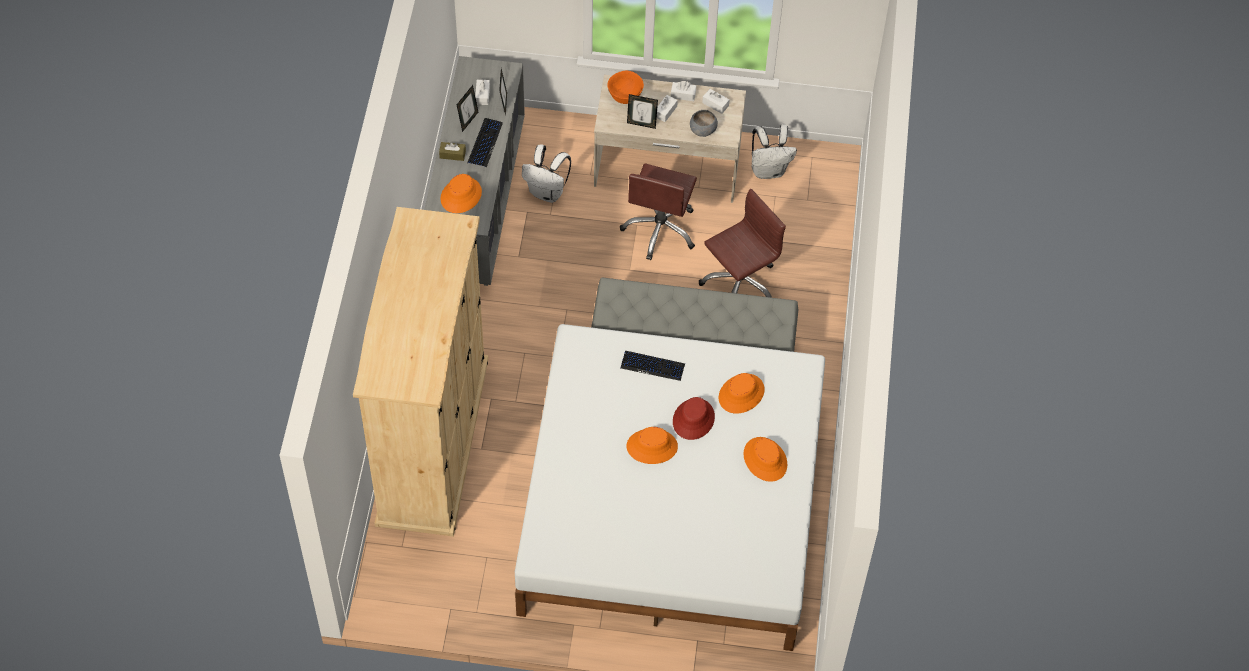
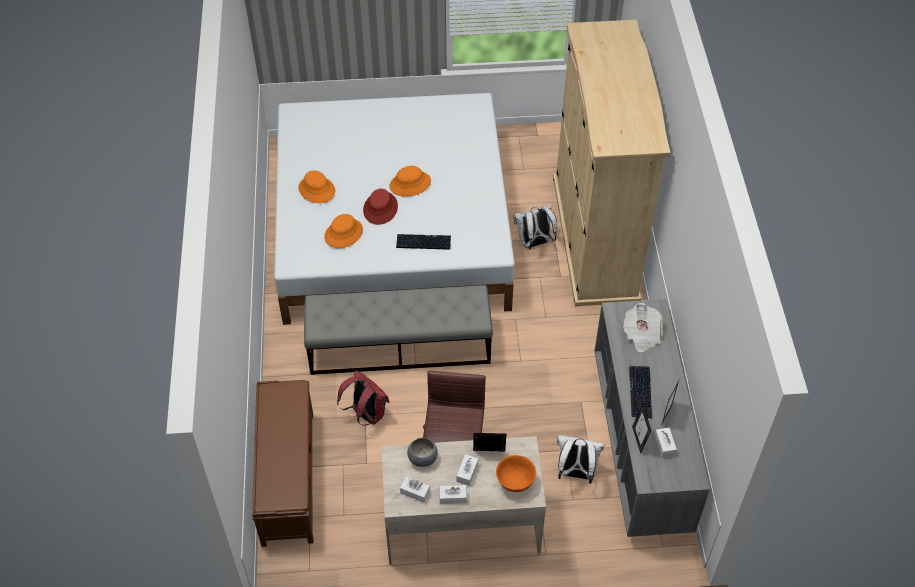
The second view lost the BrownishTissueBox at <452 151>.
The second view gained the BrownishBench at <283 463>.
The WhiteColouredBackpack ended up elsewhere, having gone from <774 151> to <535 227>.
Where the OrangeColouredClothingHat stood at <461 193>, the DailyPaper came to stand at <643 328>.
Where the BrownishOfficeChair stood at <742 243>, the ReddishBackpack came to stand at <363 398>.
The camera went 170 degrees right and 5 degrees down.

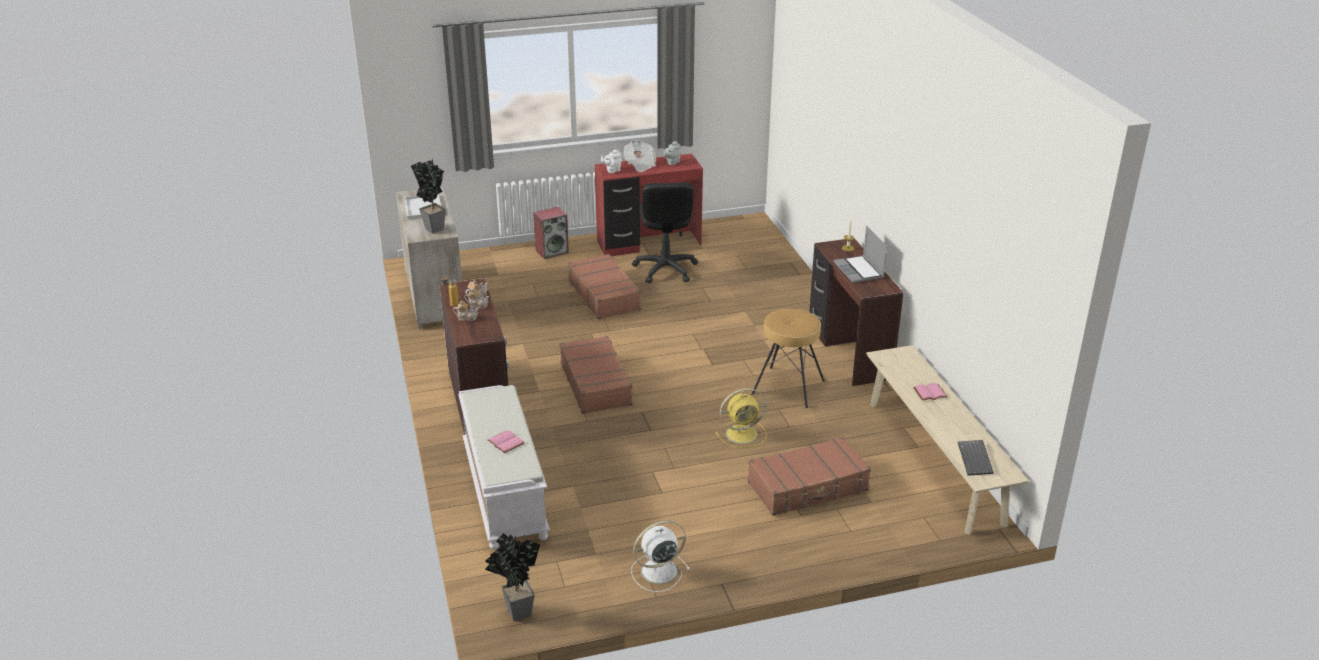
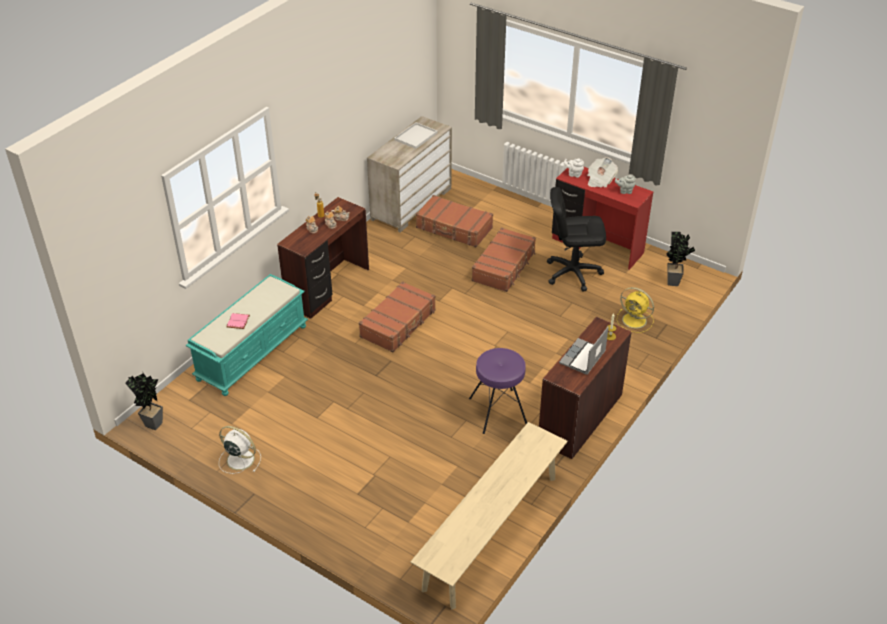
The second view lost the AudioSpeaker at <551 233>.
The second view lost the PinkishBook at <930 392>.
The second view lost the Keyboard at <976 458>.
The PottedPlant ended up elsewhere, having gone from <428 196> to <680 259>.
The YellowColouredElectricFan ended up elsewhere, having gone from <741 418> to <635 310>.
The BrownishTravelCase ended up elsewhere, having gone from <809 476> to <454 221>.
What was the WhiteColouredBench at <504 467> turned into the TurquoiseColouredBench at <247 335>.
What was the BrownishSittingStool at <788 358> turned into the PurpleColouredSittingStool at <498 391>.
The BlackOfficeChair at <665 232> ended up facing another way, 45 degrees clockwise from before.
The camera went 50 degrees right and 10 degrees up.

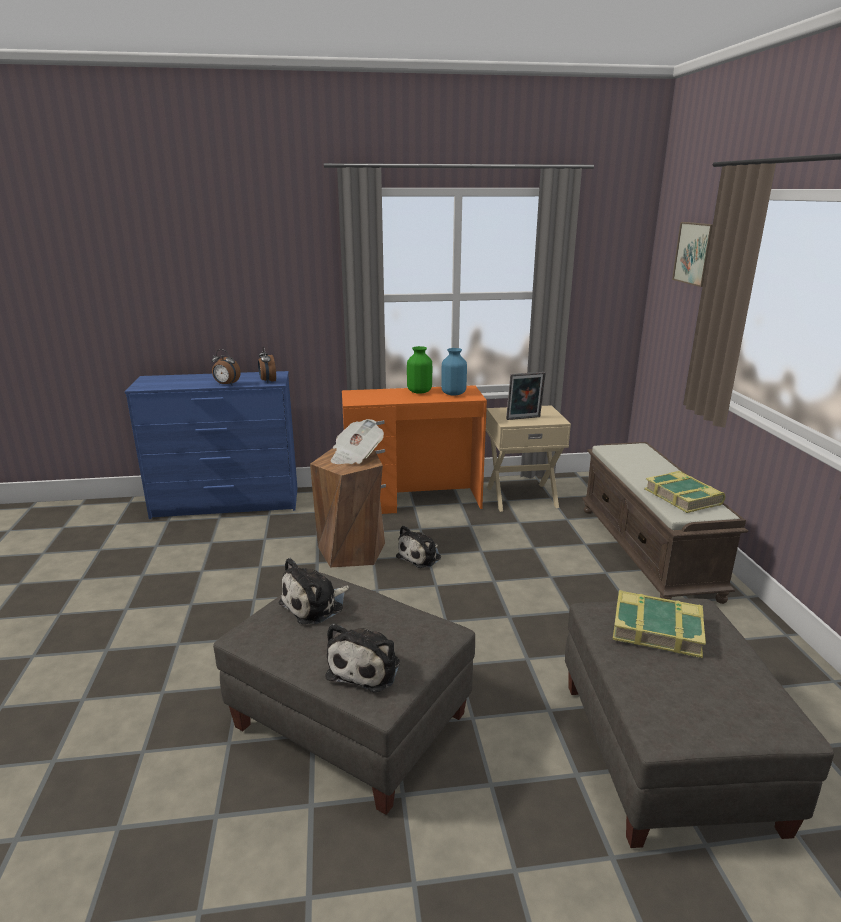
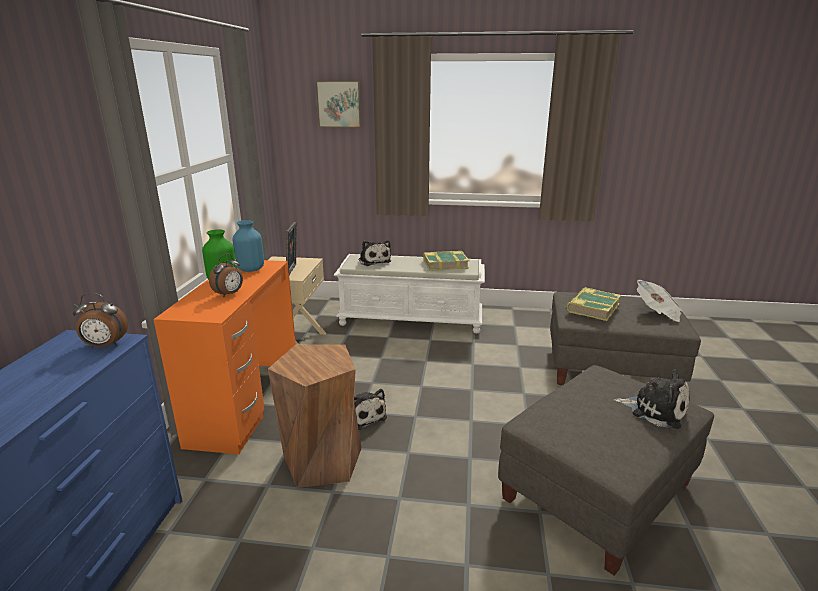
The TableClock ended up elsewhere, having gone from <226 367> to <226 275>.
The PlushToy ended up elsewhere, having gone from <314 591> to <374 253>.
The DailyPaper ended up elsewhere, having gone from <357 441> to <659 301>.
What was the BrownishBench at <665 523> turned into the WhiteColouredBench at <409 293>.
The camera went 75 degrees left and 0 degrees up.

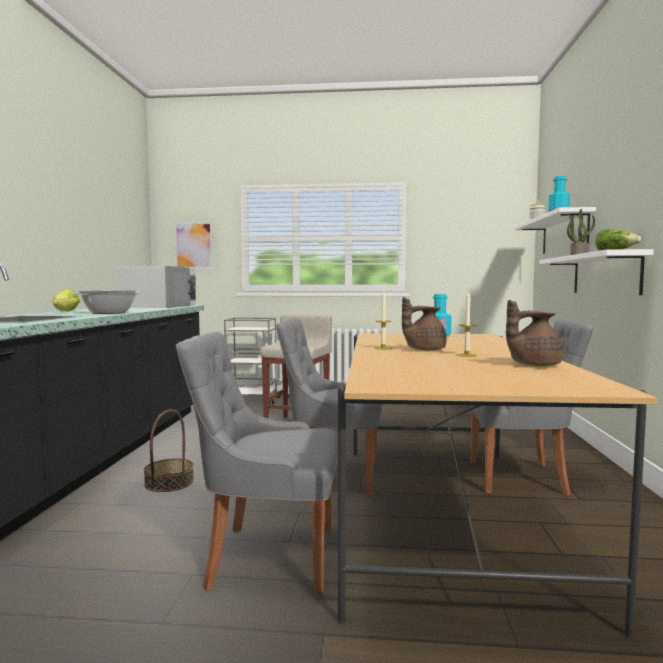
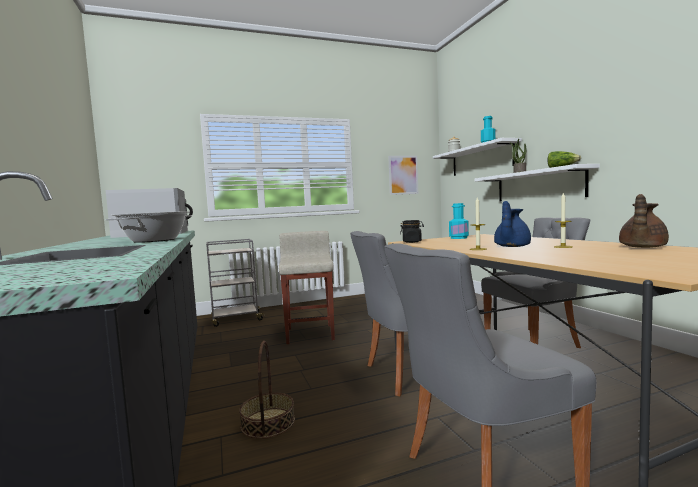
The second view lost the LettuceHead at <66 300>.
The second view gained the BlackStorageJar at <412 231>.
The WallArt ended up elsewhere, having gone from <193 245> to <403 175>.
What was the BrownishPotForTea at <424 323> turned into the BlueColouredPotForTea at <512 224>.
The camera went 25 degrees left and 0 degrees up.

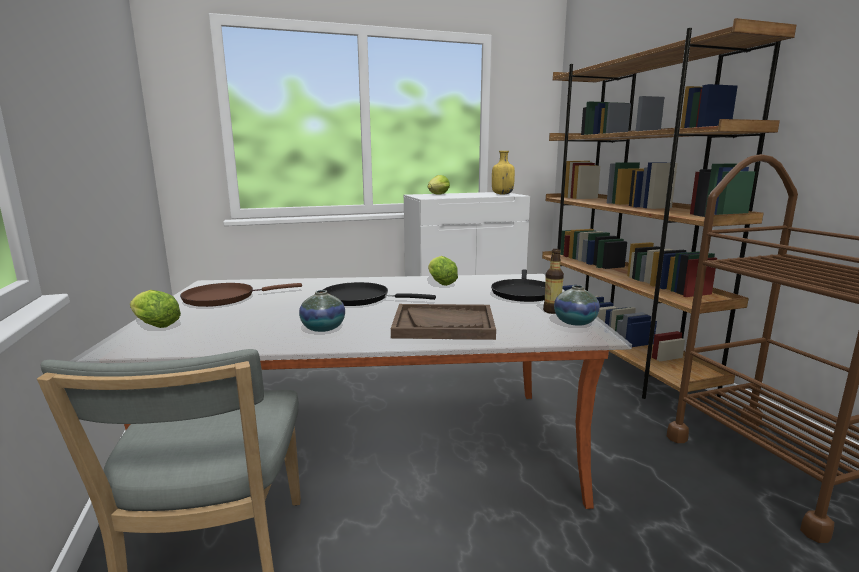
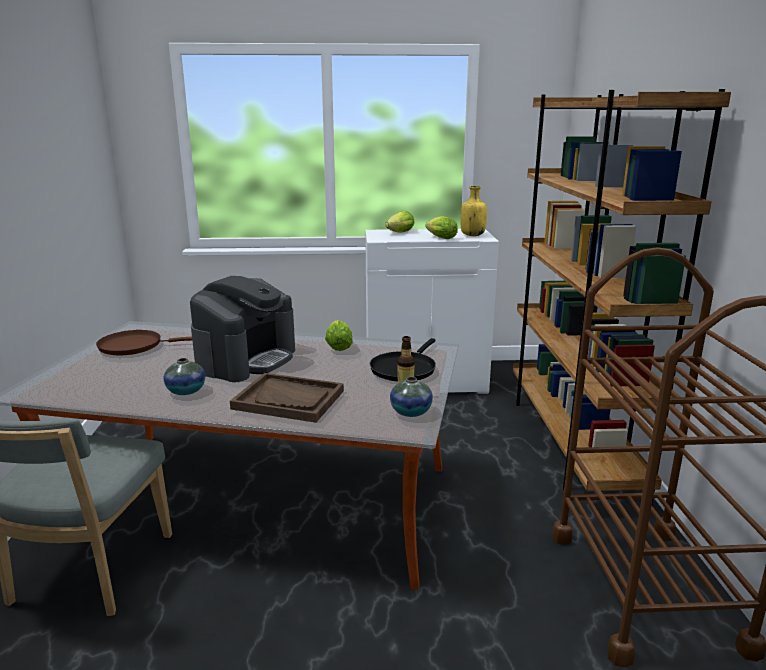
The LettuceHead ended up elsewhere, having gone from <155 309> to <441 227>.
Where the BlackSkillet stood at <379 294>, the CoffeeBrewer came to stand at <242 329>.
The camera went 15 degrees right and 5 degrees up.

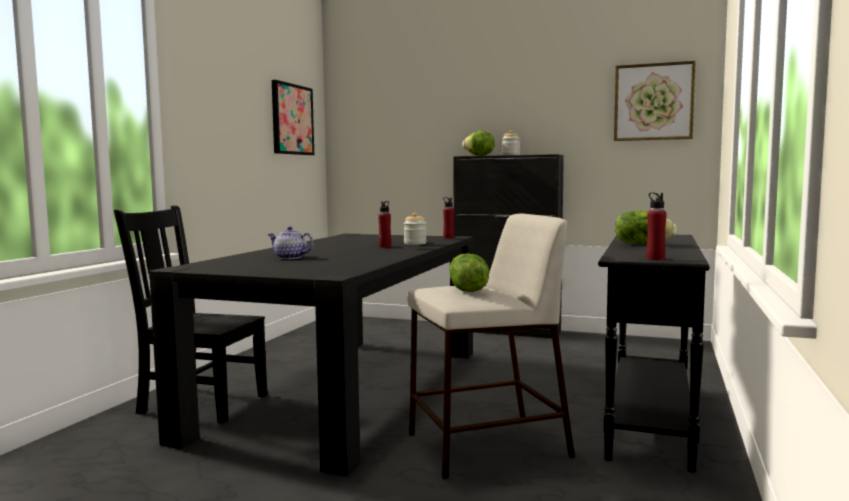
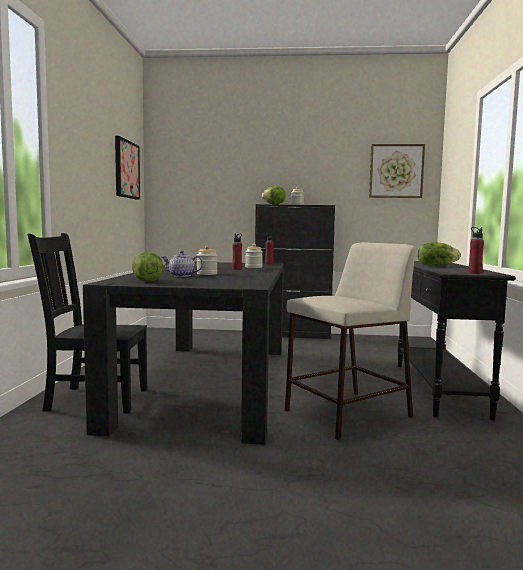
The second view gained the StorageJar at <207 260>.
The LettuceHead ended up elsewhere, having gone from <469 272> to <147 267>.
The camera went 15 degrees left and 0 degrees up.

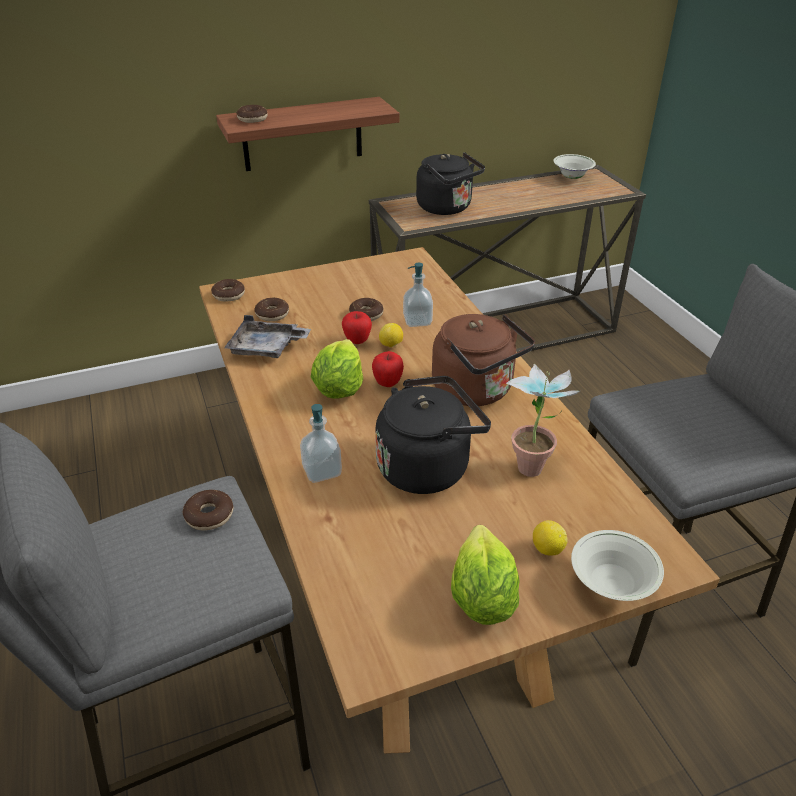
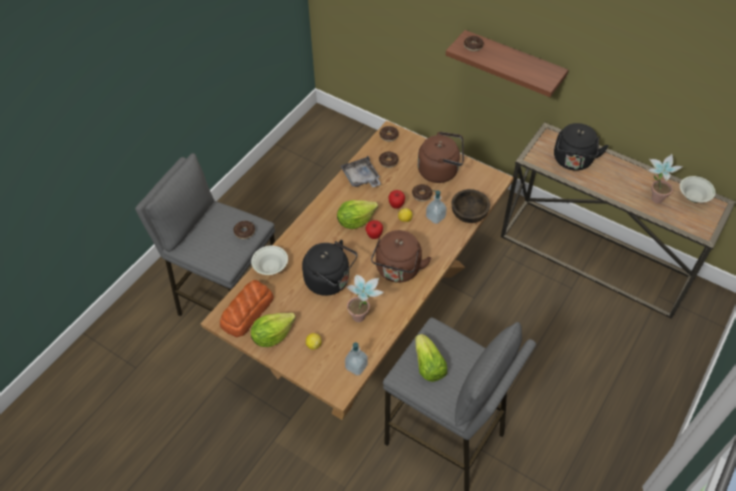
The second view gained the BakedBread at <247 308>.
The second view gained the LettuceHead at <431 358>.
The second view gained the BrownishTeaKettle at <441 157>.
The second view gained the BrownishDeepDish at <470 206>.
The second view gained the PottedPlant at <665 179>.
The SoapDispenser ended up elsewhere, having gone from <321 443> to <356 359>.
The WhiteColouredDeepDish ended up elsewhere, having gone from <617 565> to <269 260>.
The camera went 55 degrees right and 15 degrees up.

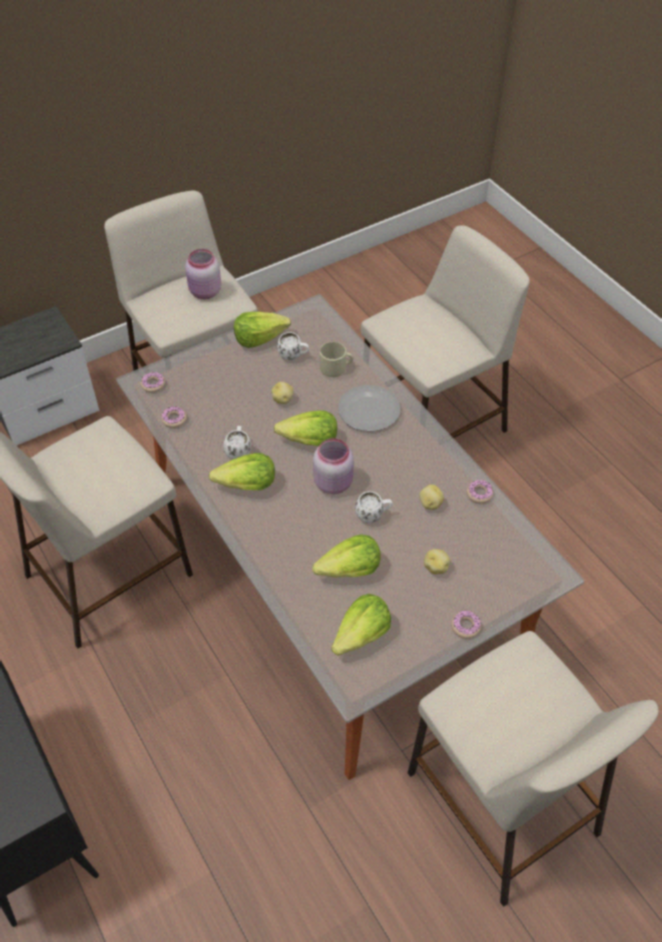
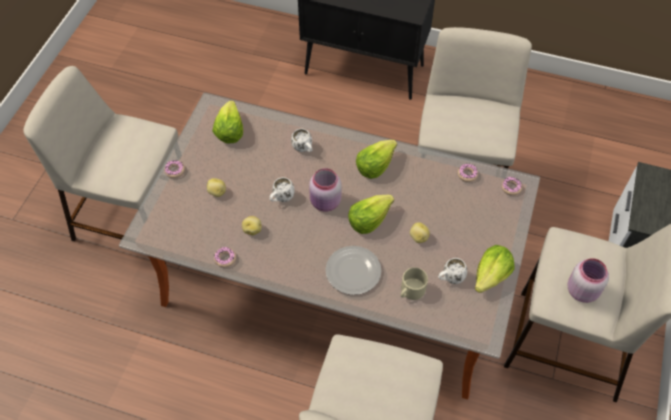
The second view lost the LettuceHead at <346 556>.
The WhiteColouredCoffeeMug ended up elsewhere, having gone from <237 443> to <302 140>.
The camera went 140 degrees right and 5 degrees up.

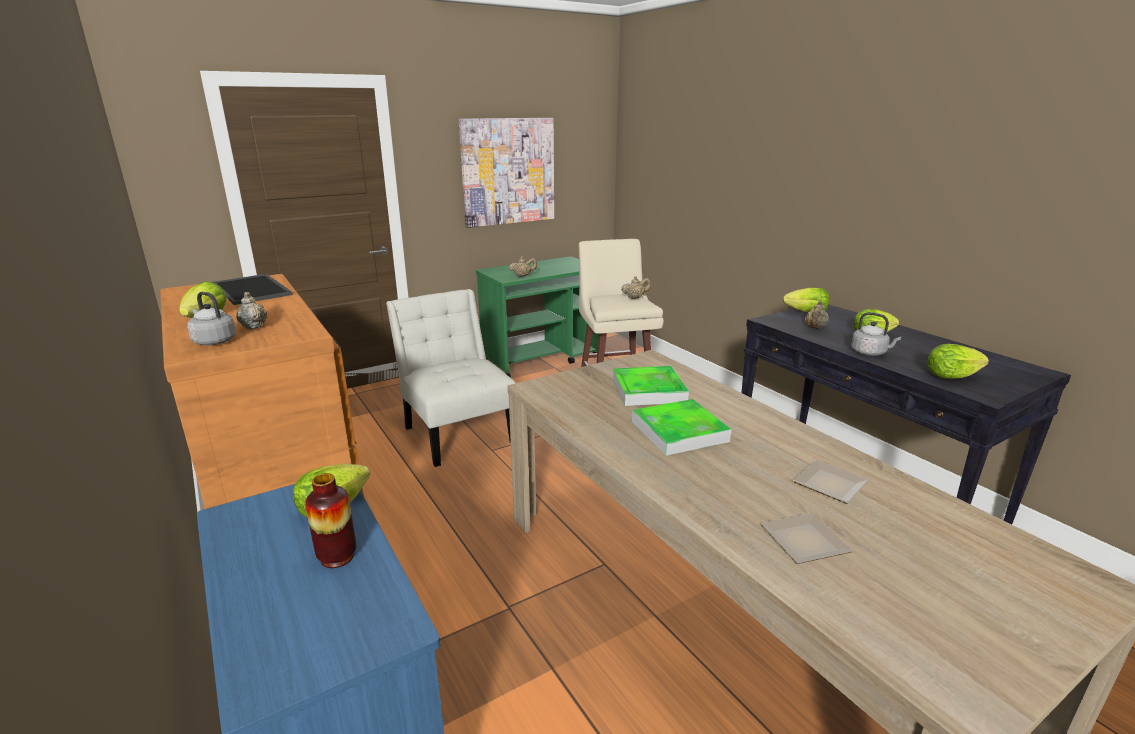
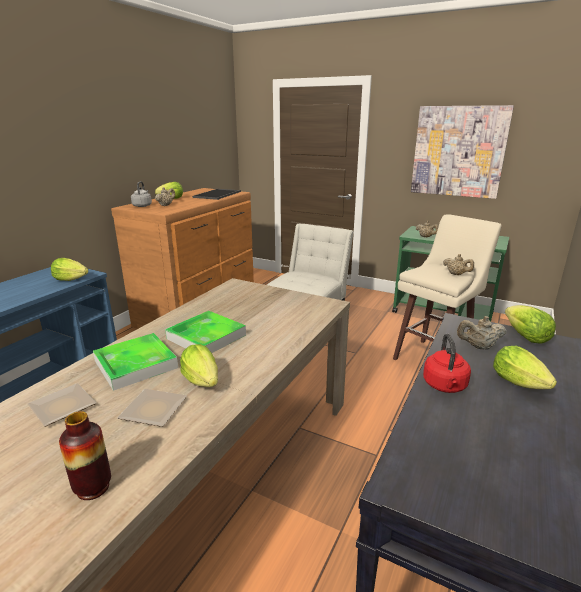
The FlowerVase ended up elsewhere, having gone from <330 520> to <85 455>.
The ServingTray ended up elsewhere, having gone from <651 386> to <135 362>.
The LettuceHead ended up elsewhere, having gone from <958 361> to <199 365>.
What was the GrayTeaKettle at <876 334> turned into the ReddishTeaKettle at <447 363>.
The camera went 60 degrees right and 0 degrees up.

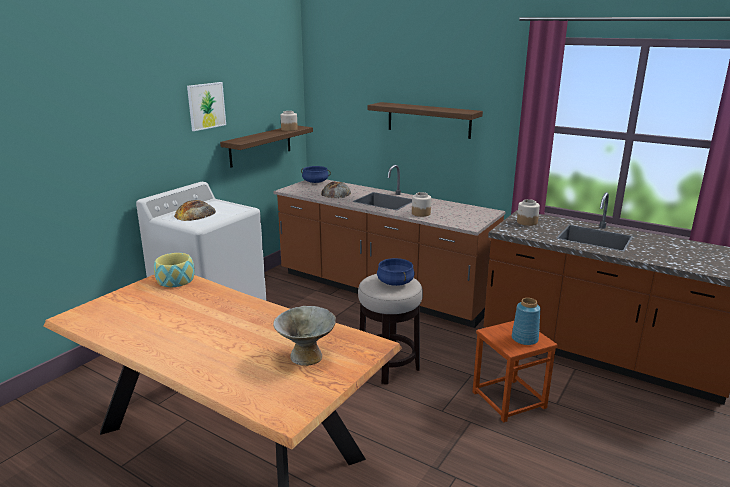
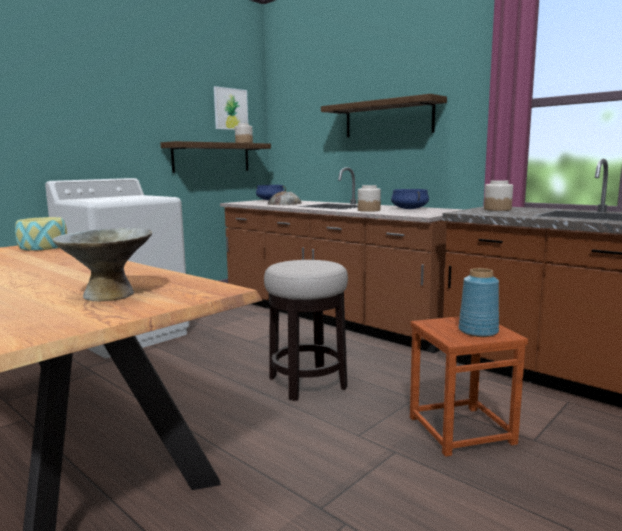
The second view lost the BakedBread at <195 210>.
The WallArt ended up elsewhere, having gone from <206 106> to <231 108>.
The BlueColouredSaucepot ended up elsewhere, having gone from <396 272> to <410 199>.
The camera went 10 degrees right and 10 degrees down.

